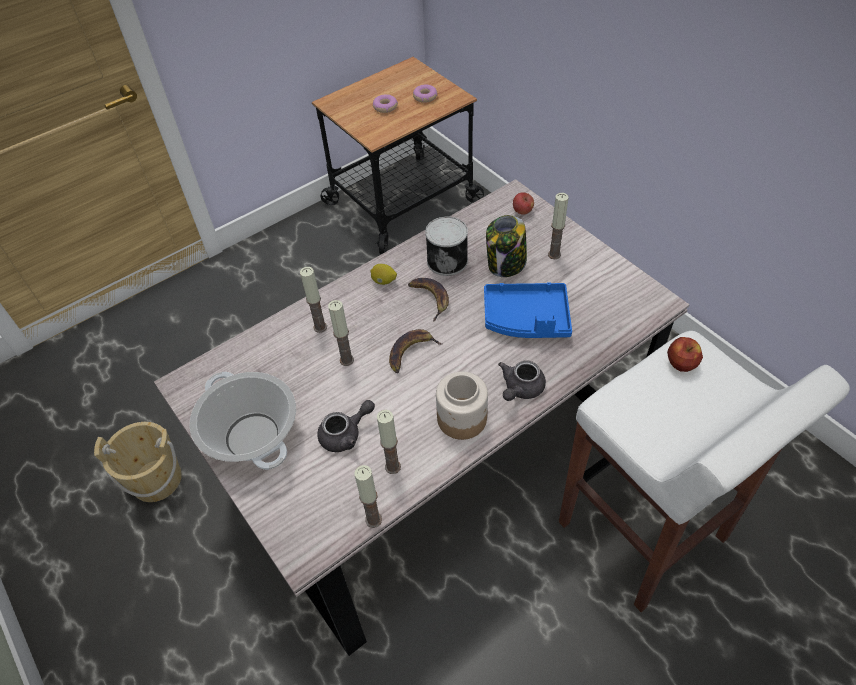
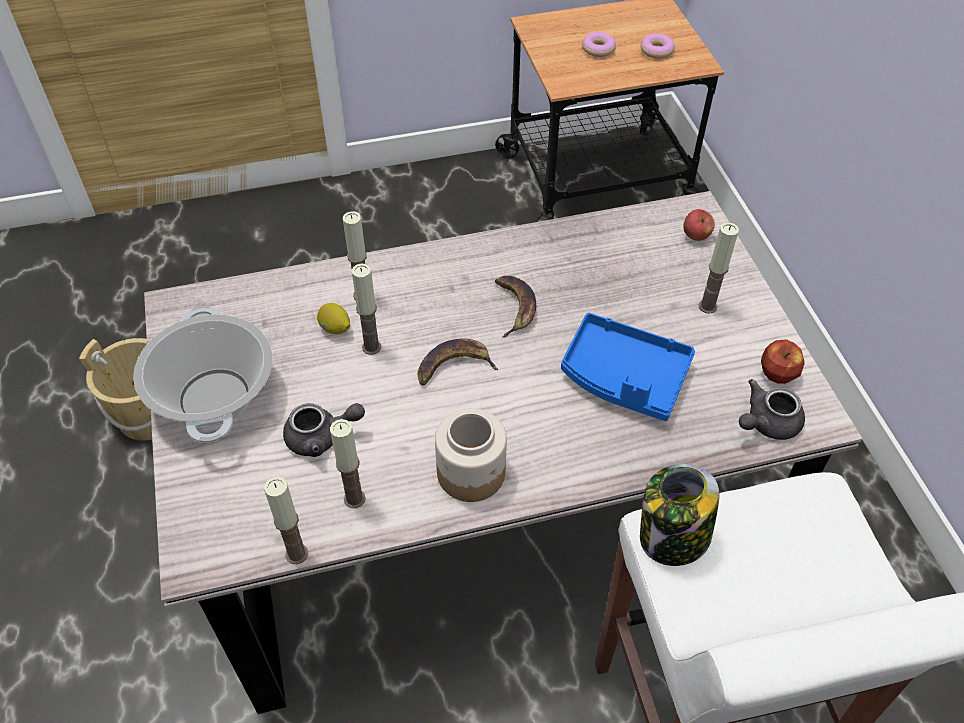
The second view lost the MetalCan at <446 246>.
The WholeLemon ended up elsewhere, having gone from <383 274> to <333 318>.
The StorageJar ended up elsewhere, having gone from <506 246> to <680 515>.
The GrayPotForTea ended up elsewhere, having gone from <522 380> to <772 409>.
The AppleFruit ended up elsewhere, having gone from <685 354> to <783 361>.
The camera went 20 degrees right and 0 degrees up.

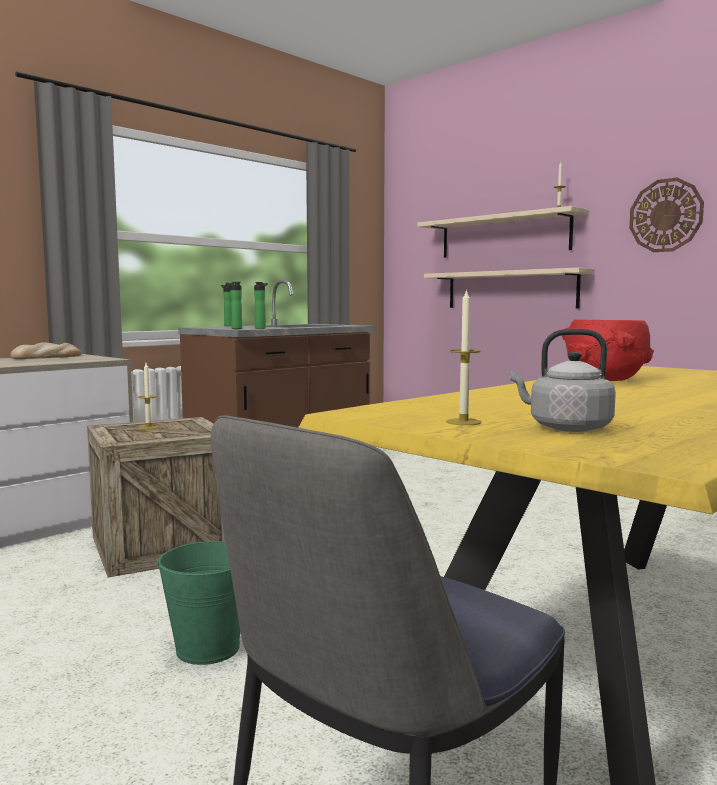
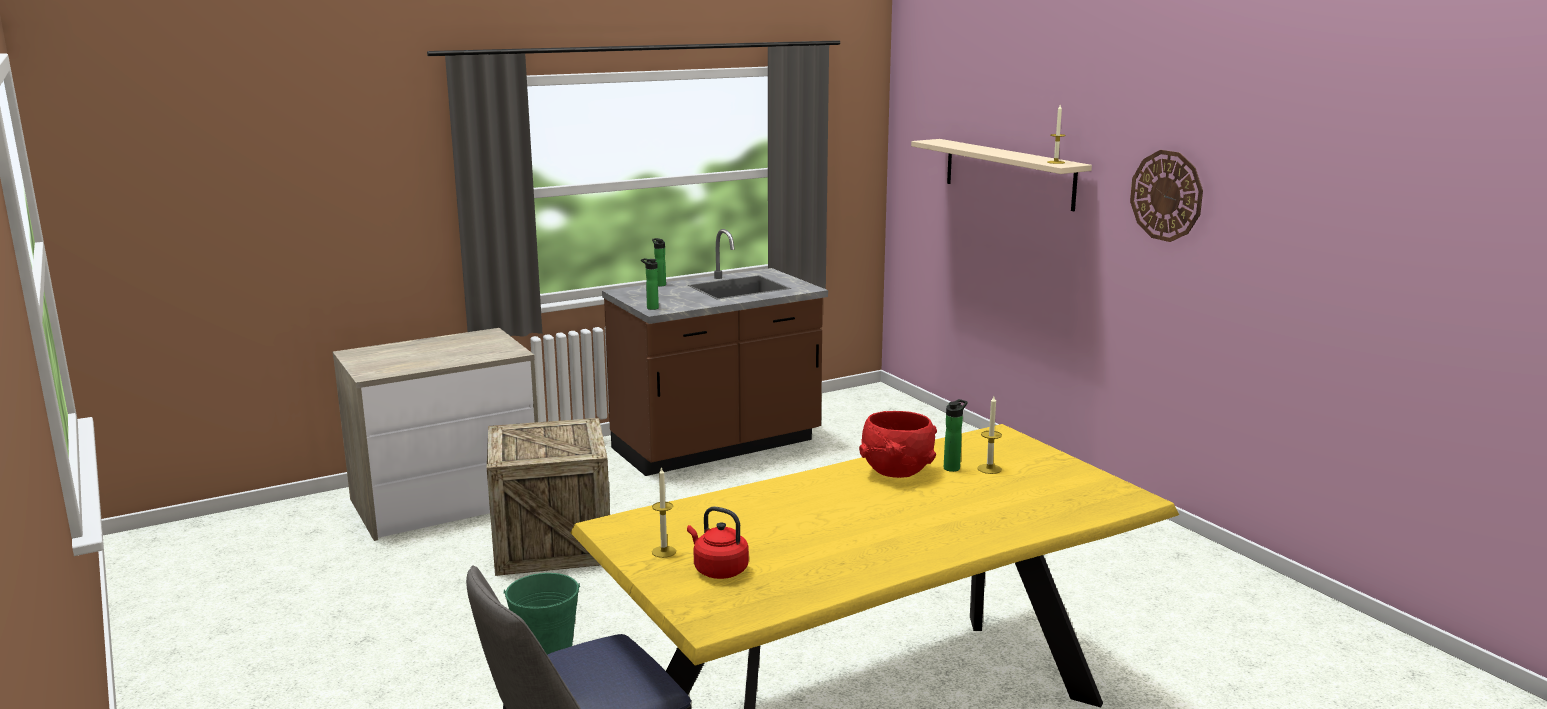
The second view lost the BakedBread at <45 350>.
The second view lost the BeigeWallShelf at <509 288>.
The WaxCandle ended up elsewhere, having gone from <148 396> to <989 435>.
The BeverageBottle ended up elsewhere, having gone from <261 305> to <955 435>.
What was the GrayTeaKettle at <563 380> turned into the ReddishTeaKettle at <718 542>.
The camera went 15 degrees right and 10 degrees up.

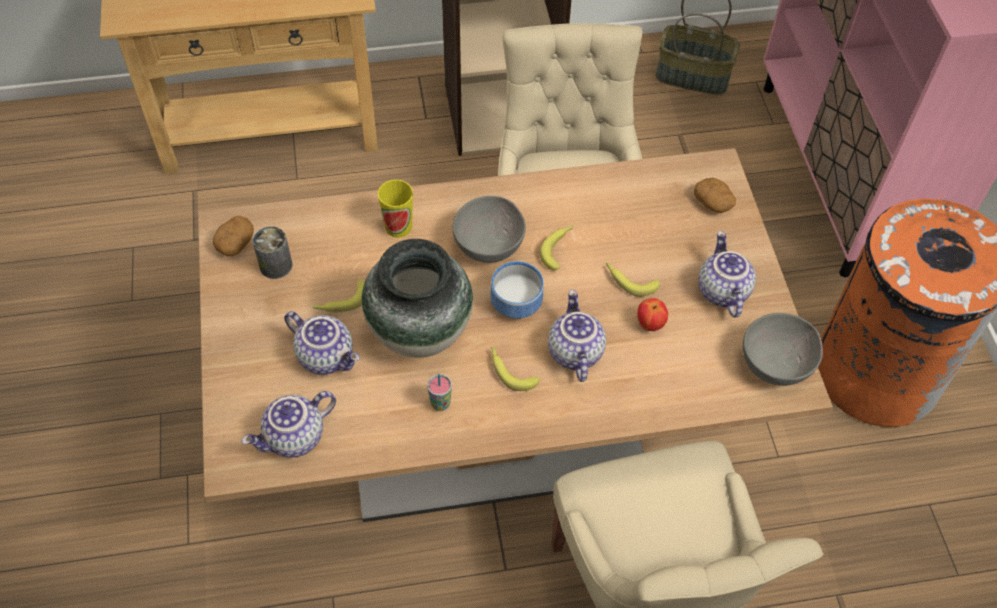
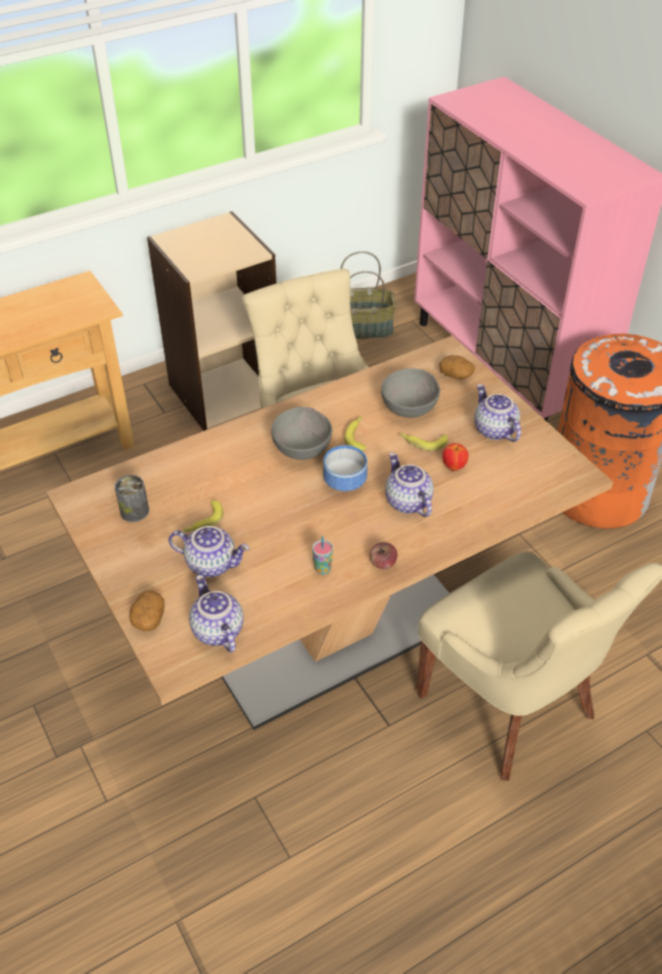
The second view lost the FlowerVase at <417 298>.
The second view lost the Cup at <395 209>.
The second view lost the BananaFruit at <515 369>.
The second view gained the AppleFruit at <383 555>.
The Spud ended up elsewhere, having gone from <233 236> to <147 611>.
The GrayDeepDish ended up elsewhere, having gone from <783 349> to <410 393>.
The PotForTea at <289 424> ended up facing another way, 120 degrees clockwise from before.
The camera went 20 degrees left and 10 degrees down.

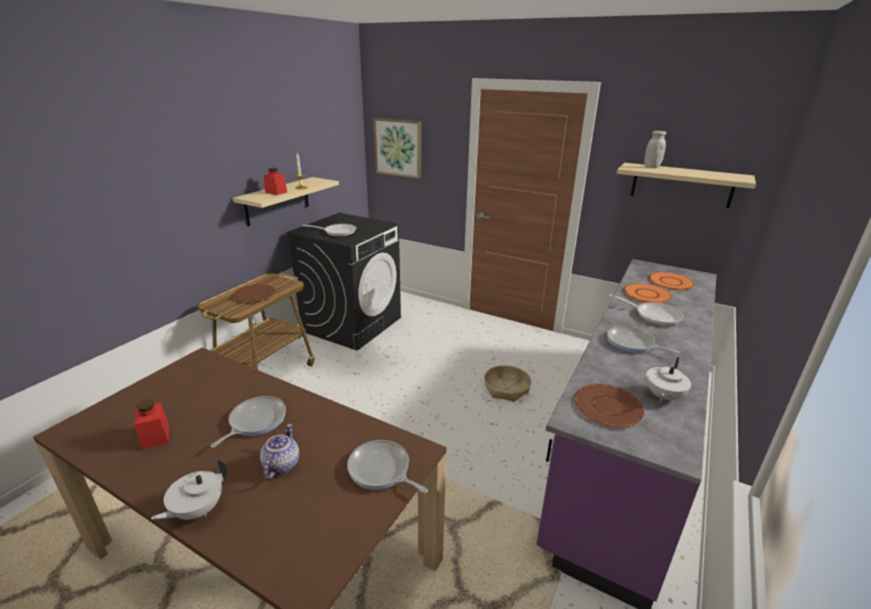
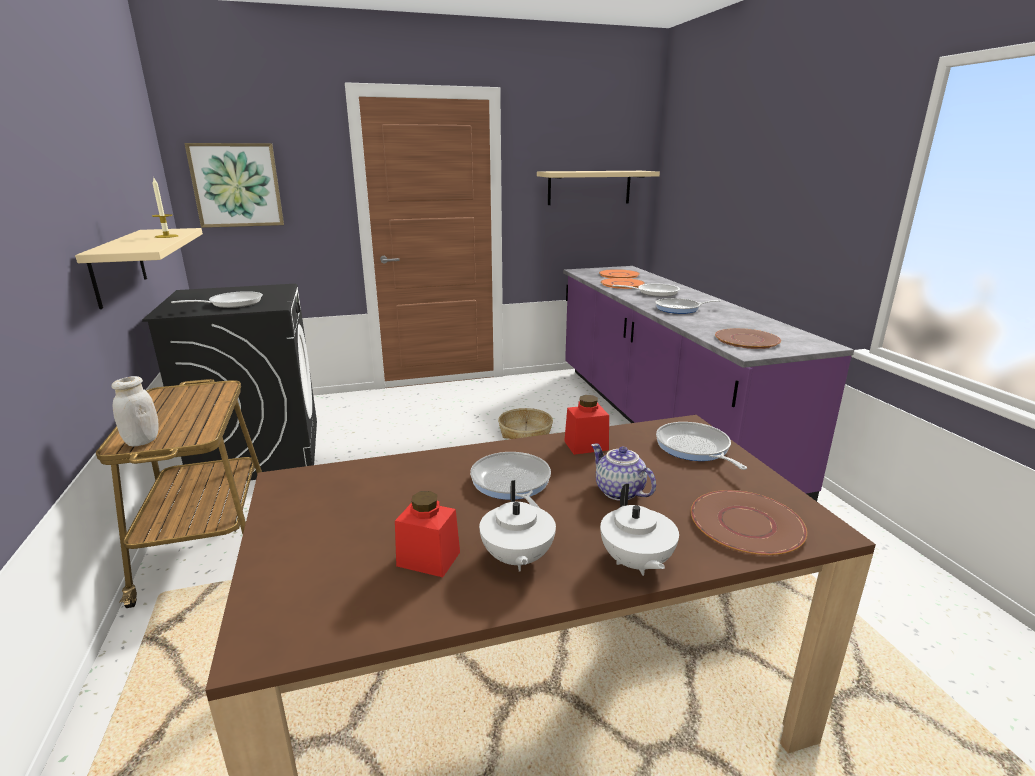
The BrownishDinnerPlate ended up elsewhere, having gone from <255 293> to <749 523>.
The ReddishStorageJar ended up elsewhere, having gone from <275 181> to <586 425>.
The WhiteColouredStorageJar ended up elsewhere, having gone from <655 149> to <135 411>.
The WhiteColouredPotForTea ended up elsewhere, having gone from <668 379> to <517 525>.
The Skillet at <387 466> ended up facing another way, 75 degrees clockwise from before.
The camera went 45 degrees left and 5 degrees down.

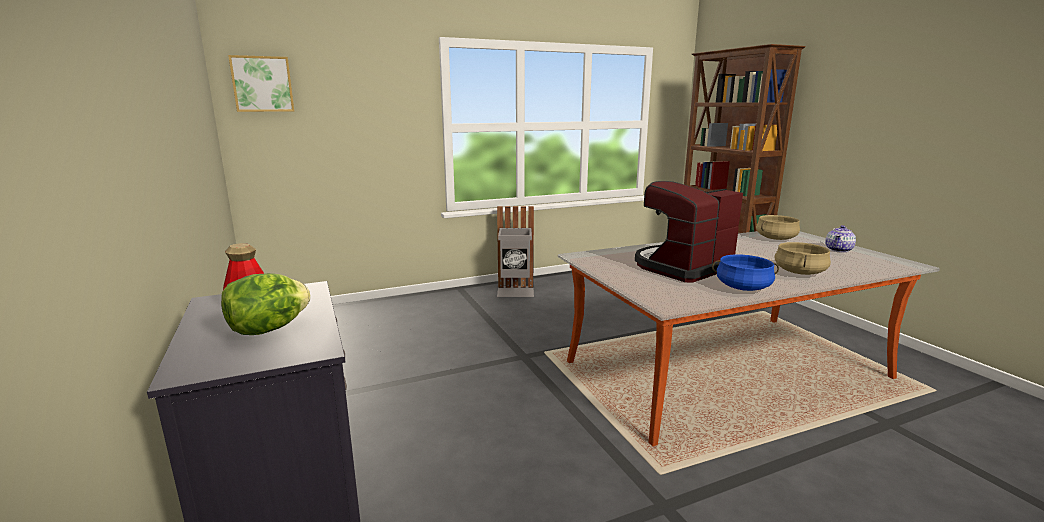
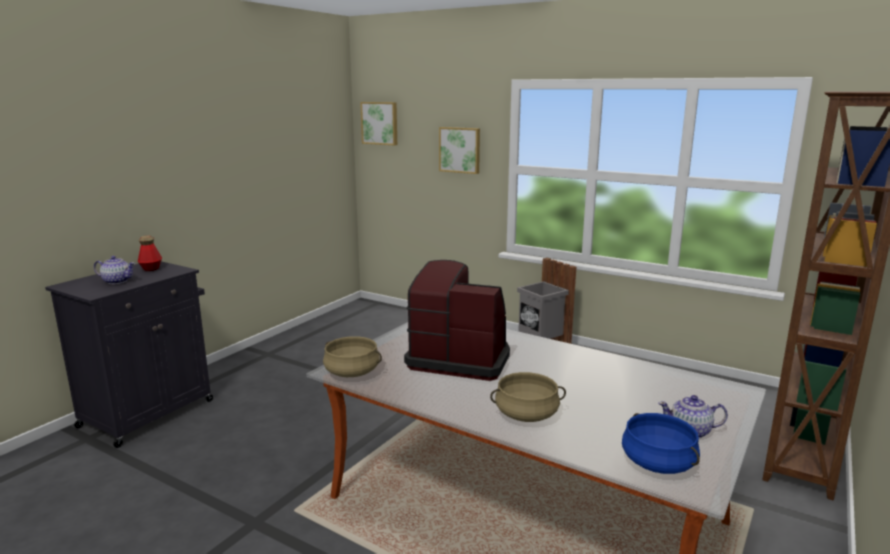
The second view gained the WallArt at <459 150>.
The BlueColouredSaucepot ended up elsewhere, having gone from <745 273> to <661 443>.
The BeigeSaucepot ended up elsewhere, having gone from <778 227> to <352 356>.
Where the LettuceHead stood at <266 304>, the PotForTea came to stand at <114 270>.
The camera went 55 degrees right and 0 degrees up.

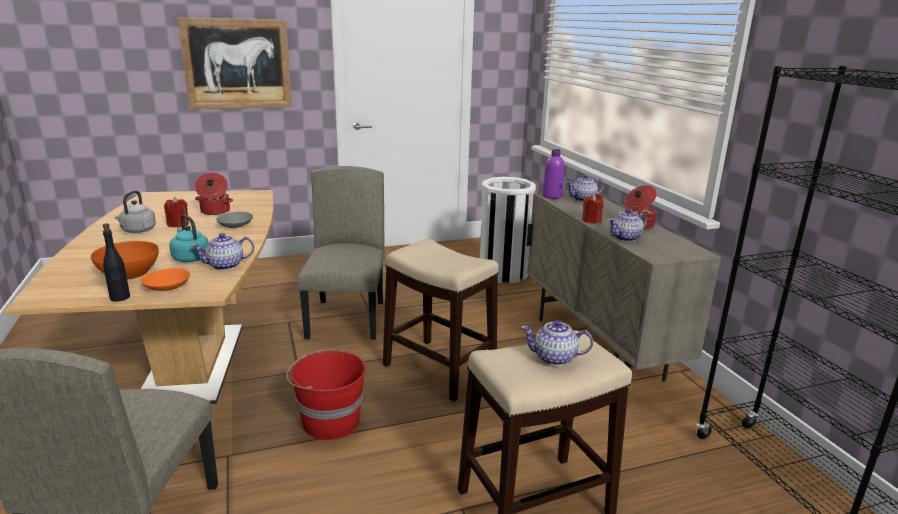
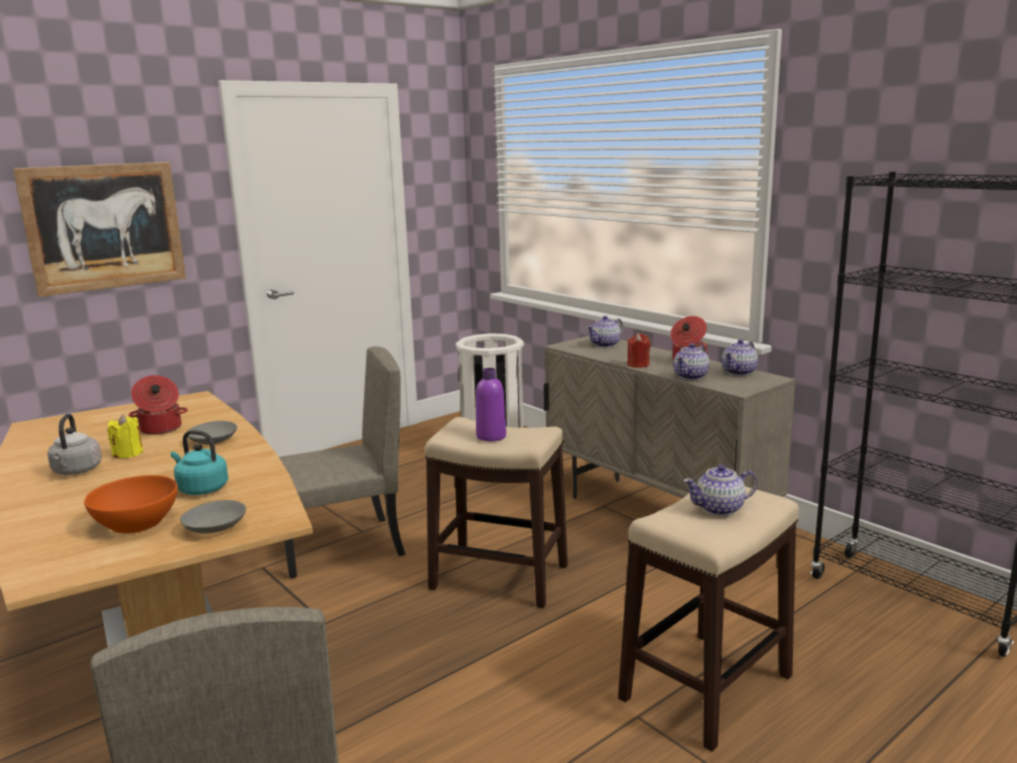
The second view lost the BlackBeverageBottle at <116 262>.
The second view lost the ReddishPail at <326 394>.
The PotForTea ended up elsewhere, having gone from <222 251> to <740 357>.
The PurpleColouredBeverageBottle ended up elsewhere, having gone from <553 174> to <491 404>.
What was the OrangeColouredDeepDish at <165 279> turned into the GrayDeepDish at <213 517>.
What was the ReddishWaxCandle at <176 212> turned into the YellowColouredWaxCandle at <125 436>.
The BeigePlainChair at <341 253> ended up facing another way, 90 degrees clockwise from before.
The camera went 20 degrees left and 5 degrees down.

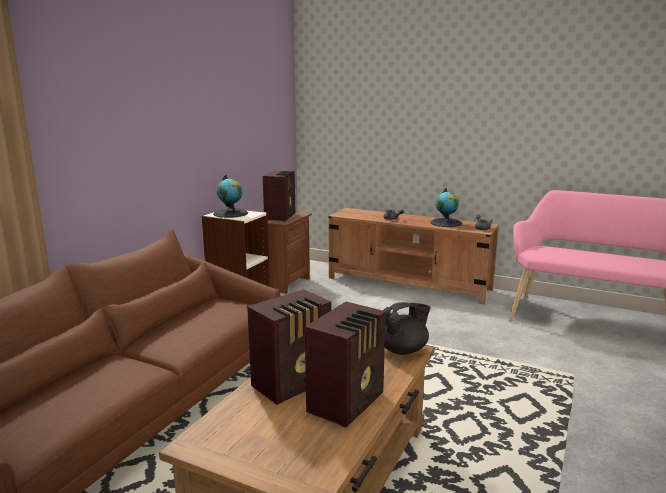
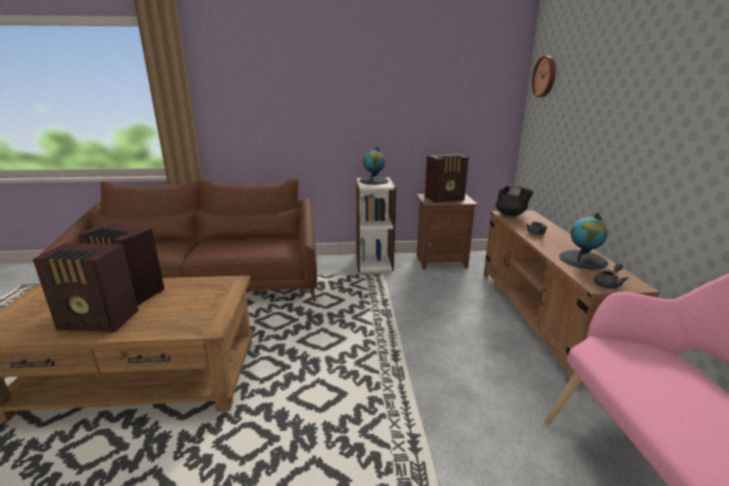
The second view gained the ClockOnTheWall at <544 76>.
The BlackPotForTea ended up elsewhere, having gone from <407 328> to <514 200>.
The camera went 60 degrees right and 5 degrees up.

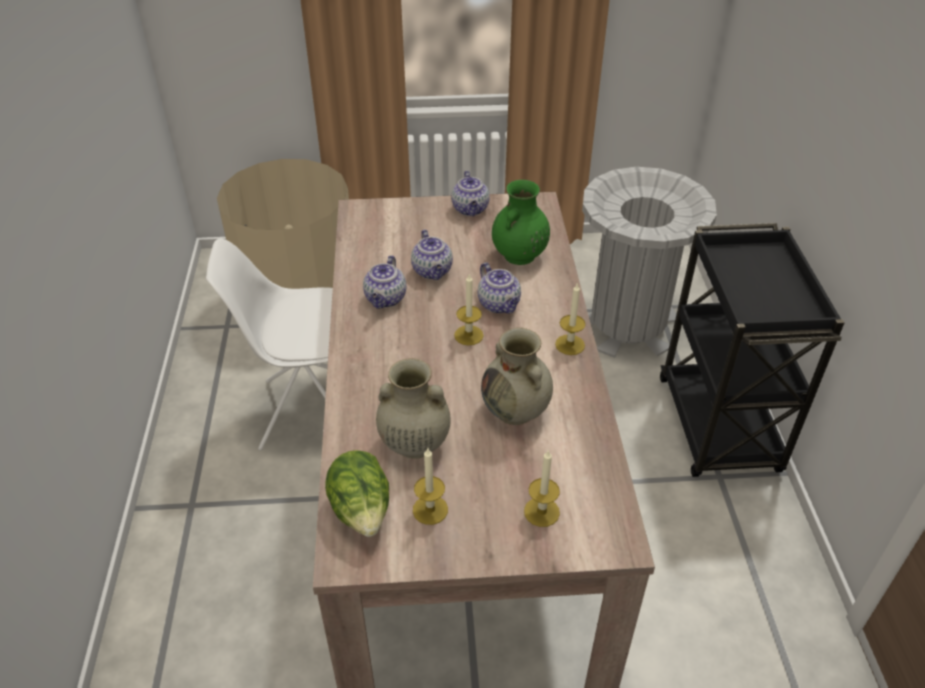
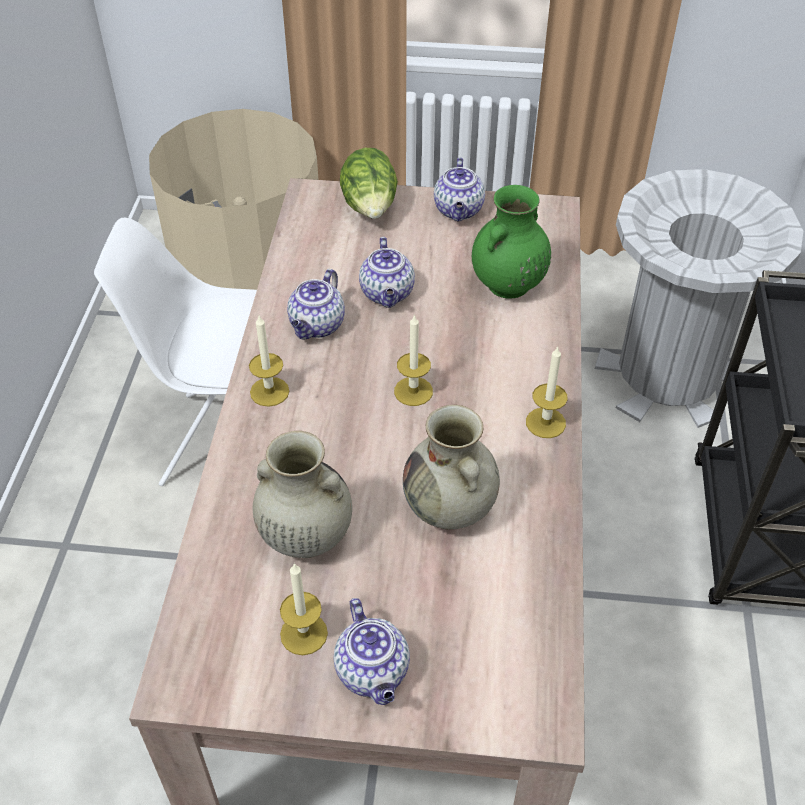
The LettuceHead ended up elsewhere, having gone from <357 493> to <369 183>.
The PotForTea ended up elsewhere, having gone from <499 287> to <371 651>.
The WaxCandle ended up elsewhere, having gone from <542 488> to <269 361>.
The camera went 10 degrees right and 5 degrees up.

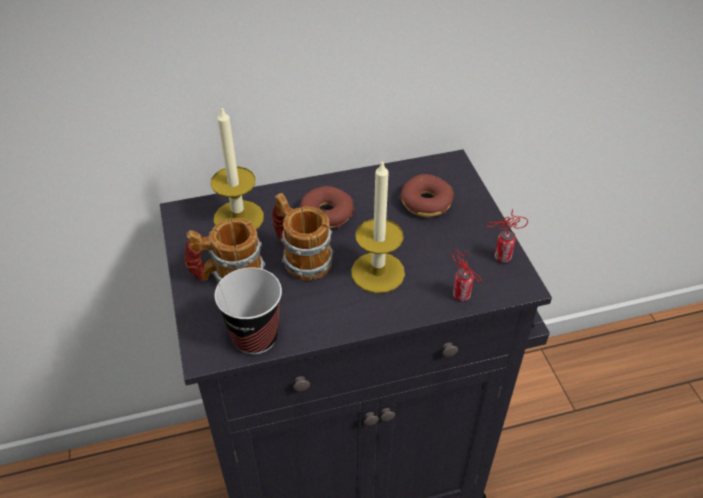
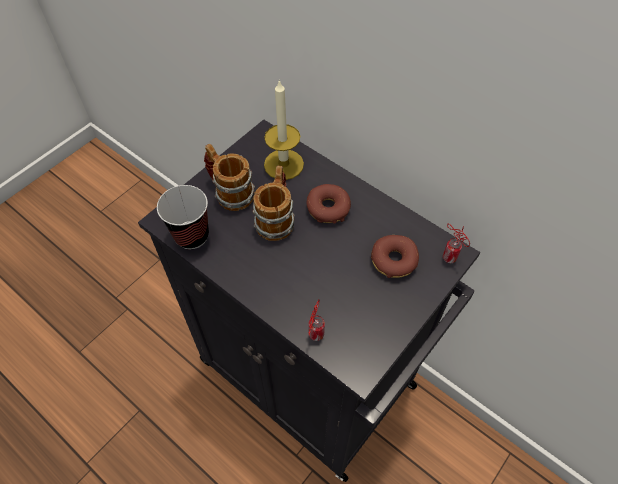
The second view lost the WaxCandle at <378 226>.
The MetalCan ended up elsewhere, having gone from <507 235> to <456 243>.
The camera went 55 degrees right and 10 degrees up.

